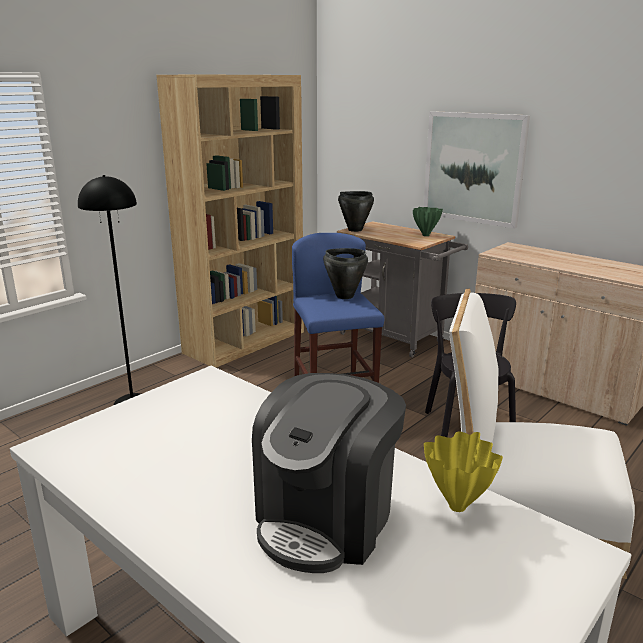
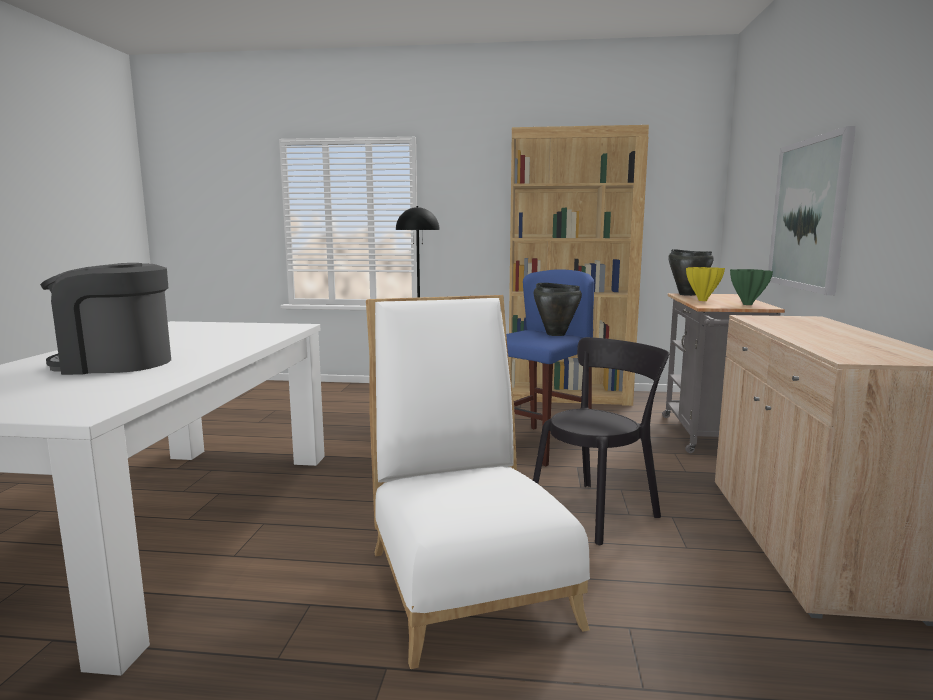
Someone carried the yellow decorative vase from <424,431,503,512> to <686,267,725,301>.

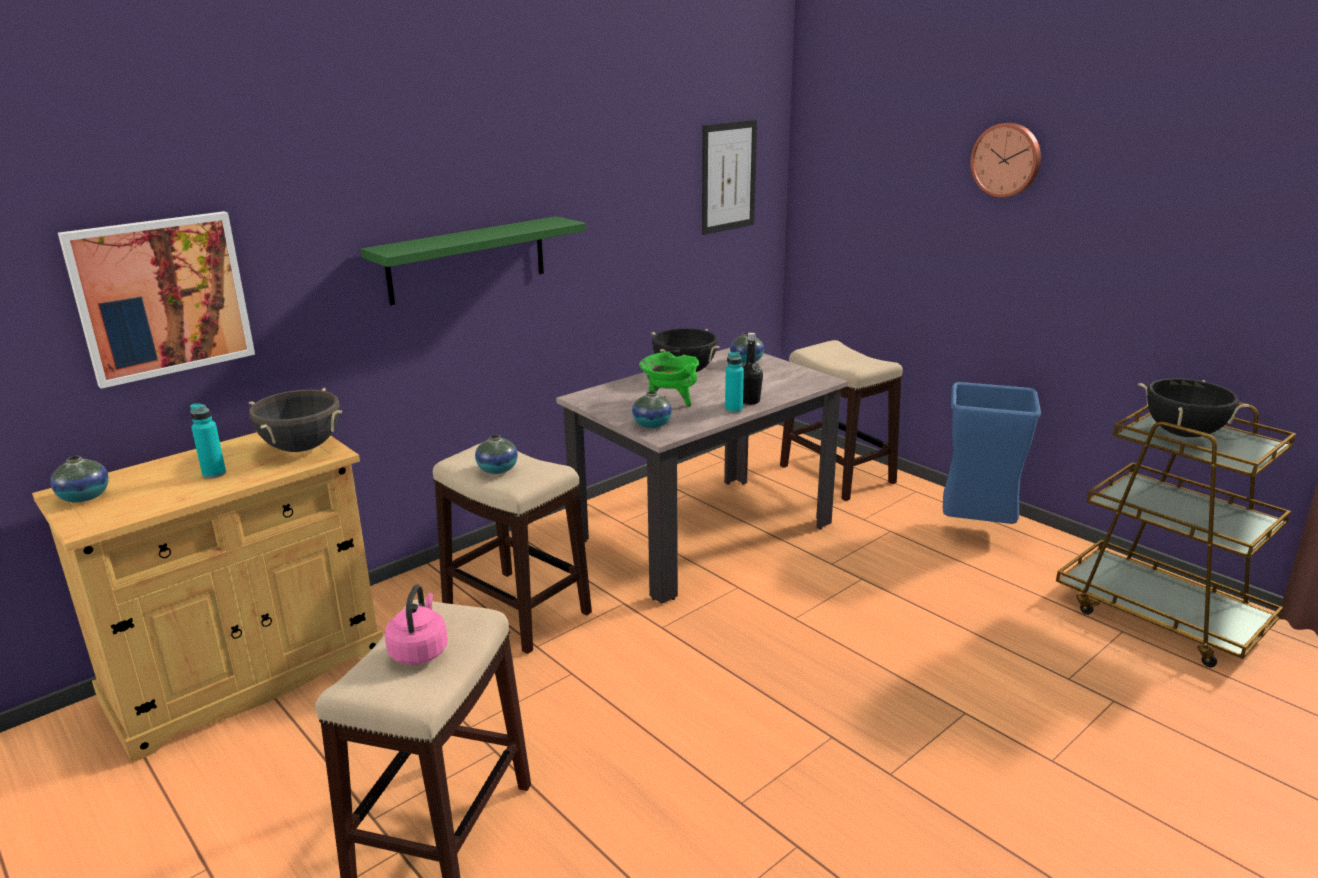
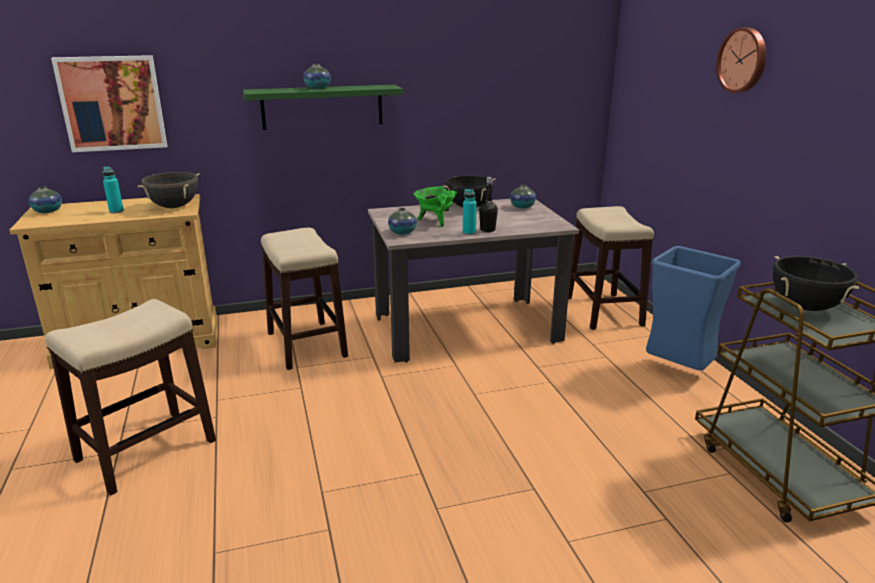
Someone took away the pink kettle at <385,584,448,665>.
Someone took away the wall picture at <702,120,757,235>.
Someone carried the decorative vase from <475,435,518,474> to <303,64,331,89>.

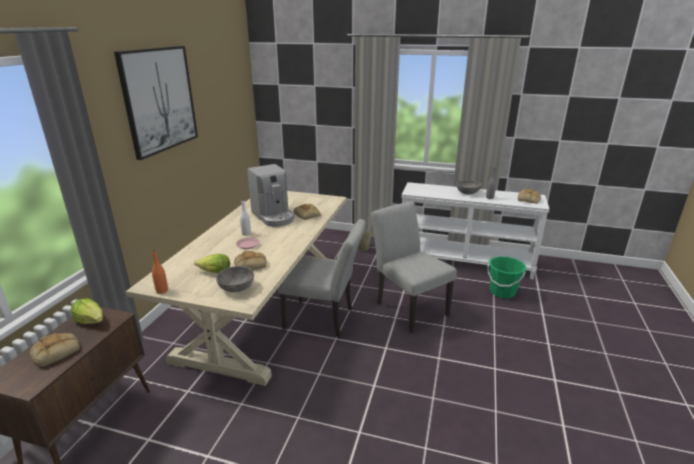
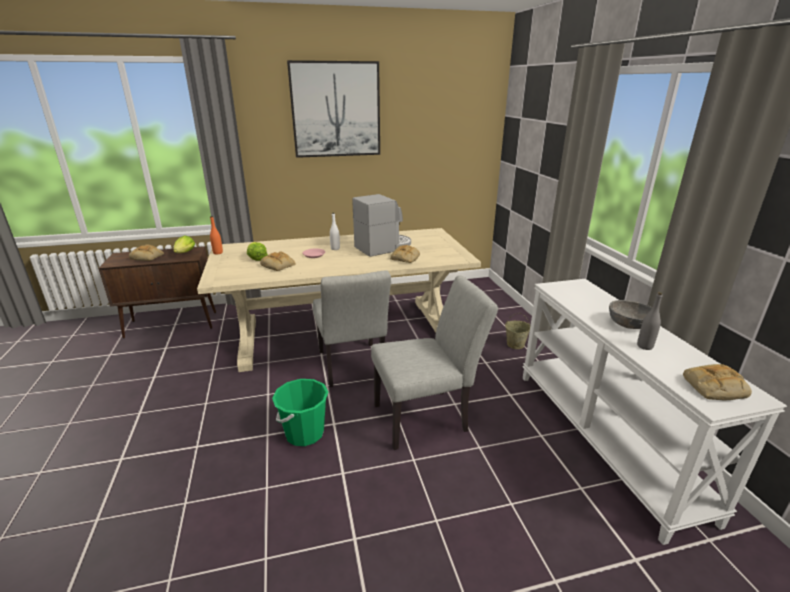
Someone took away the greyish bowl at <216,266,254,292>.
Someone carried the green-coloured pail from <487,256,526,298> to <272,379,328,446>.
Someone rotated the coffee brewer at <247,164,295,227> by 150 degrees counterclockwise.
Someone rotated the greyish chair at <371,201,457,333> by 45 degrees clockwise.

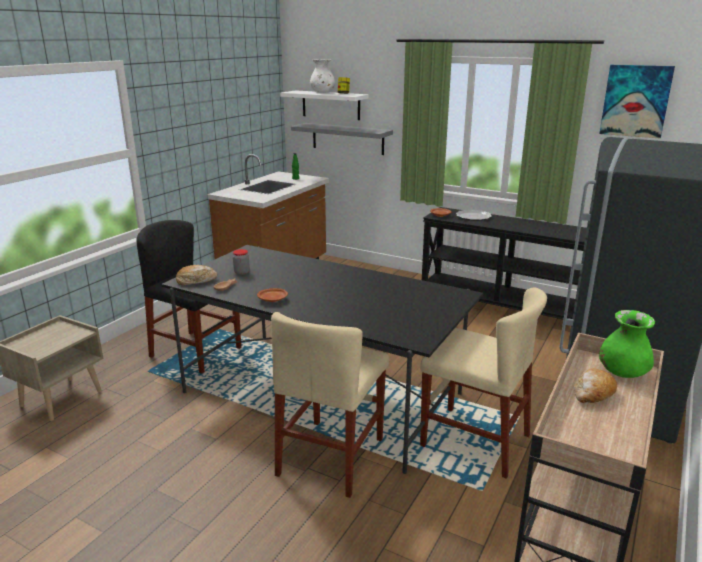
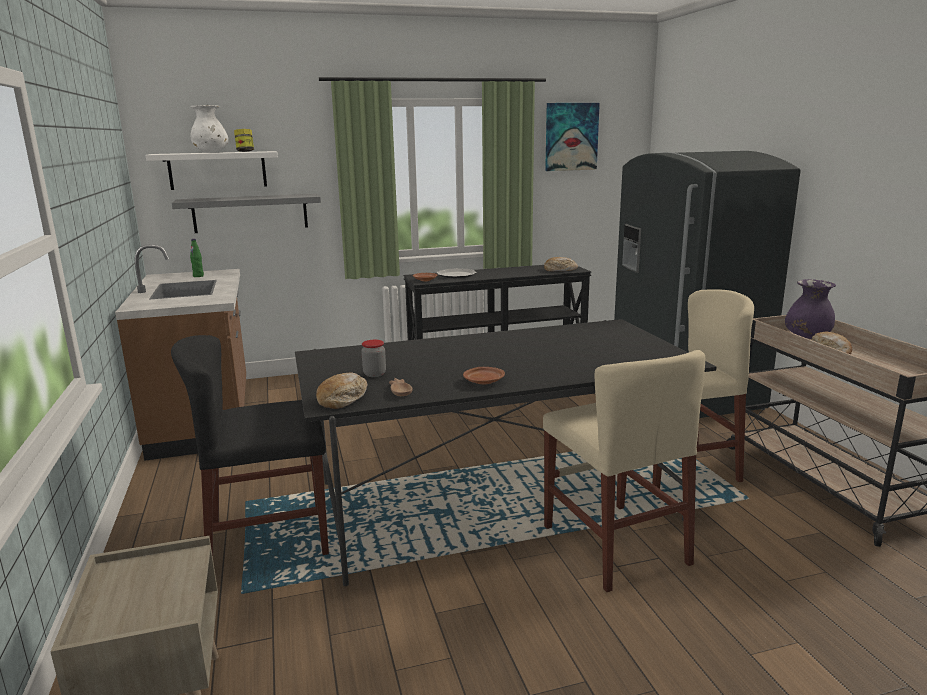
Someone put down the bakery bread at <544,257,578,271>.
Someone repainted the green-coloured decorative vase at <599,310,655,378>, which became the purple decorative vase at <785,279,836,339>.

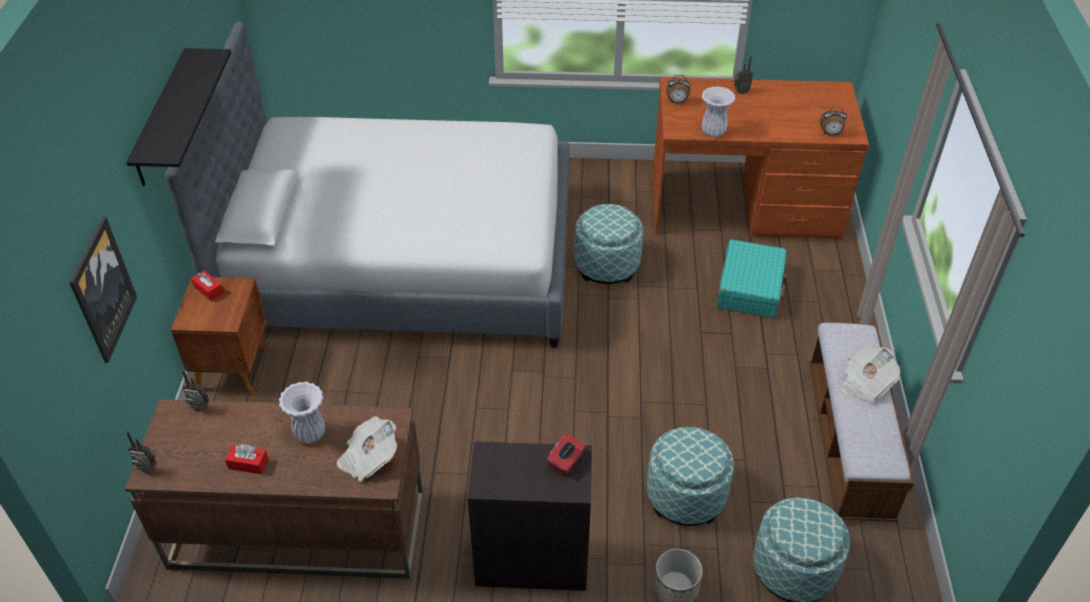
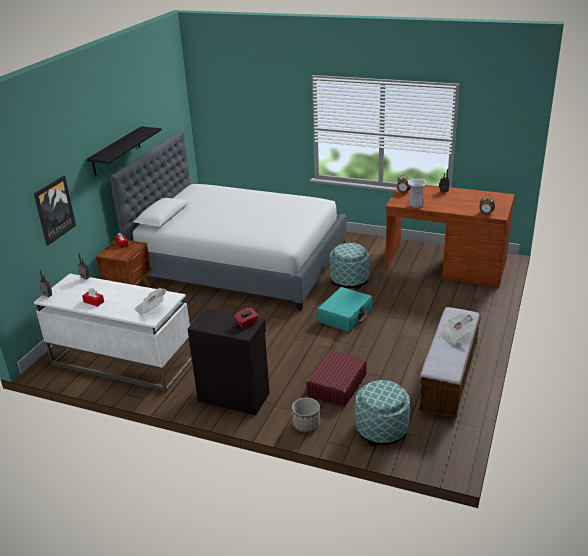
Someone took away the white decorative vase at <279,382,325,444>.
Someone carried the turquoise-coloured travel case from <717,239,787,318> to <317,287,372,332>.
Someone swapped the footrest at <647,427,734,526> for the red-coloured travel case at <306,350,367,406>.
Someone repainted the brown desk table at <125,399,423,579>, which became the white desk table at <34,274,192,392>.

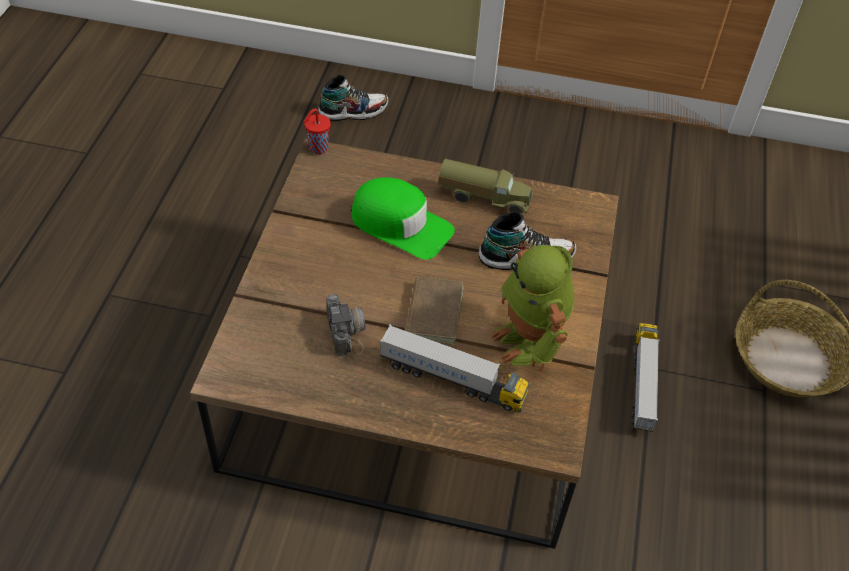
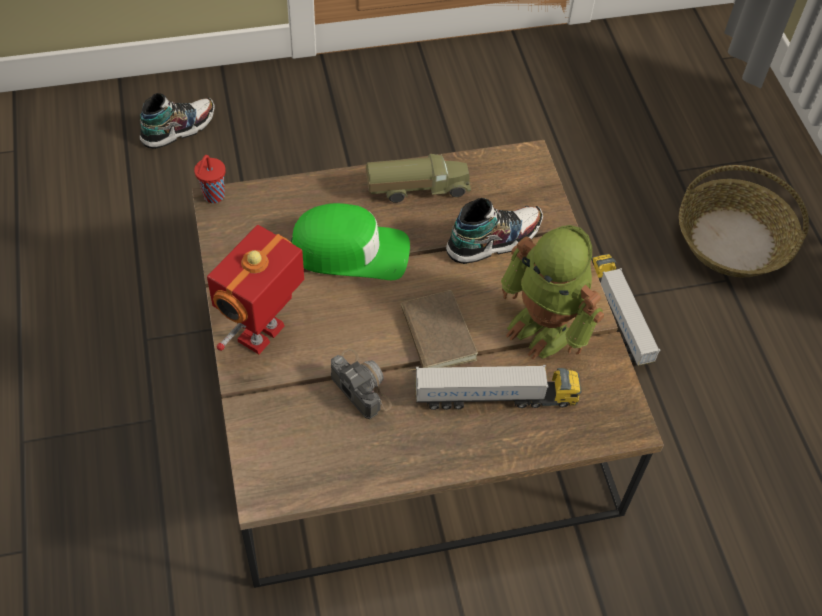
Someone put down the model robot at <207,225,304,354>.

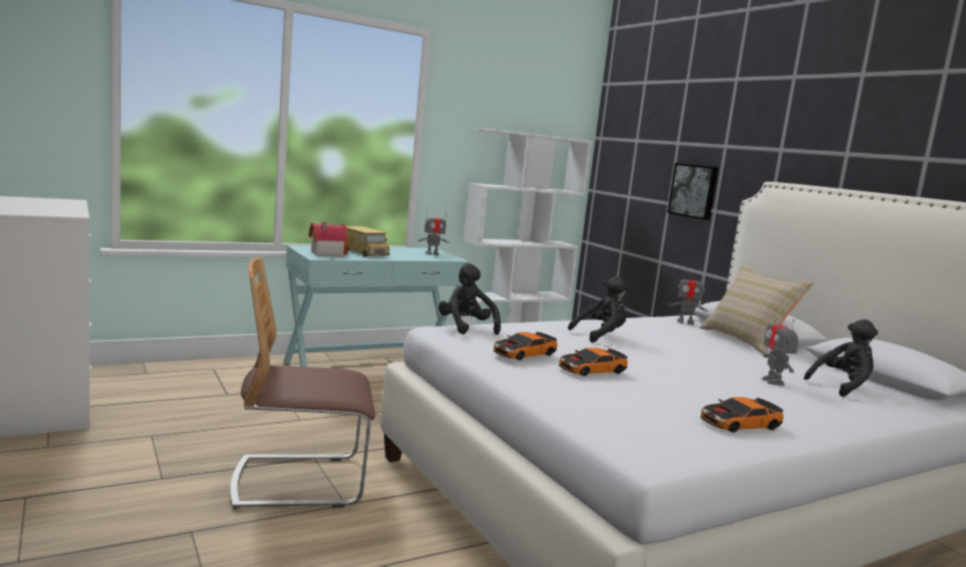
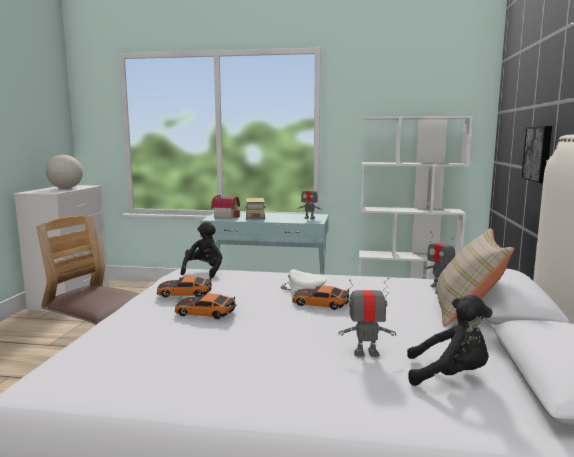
Someone put down the globe at <46,155,83,189>.
Someone carried the toy car from <700,397,784,433> to <292,286,350,310>.
Someone swapped the black-coloured cuddly toy at <568,276,630,343> for the white baseball cap at <280,269,327,291>.
Someone rotated the model robot at <762,309,798,386> by 60 degrees clockwise.

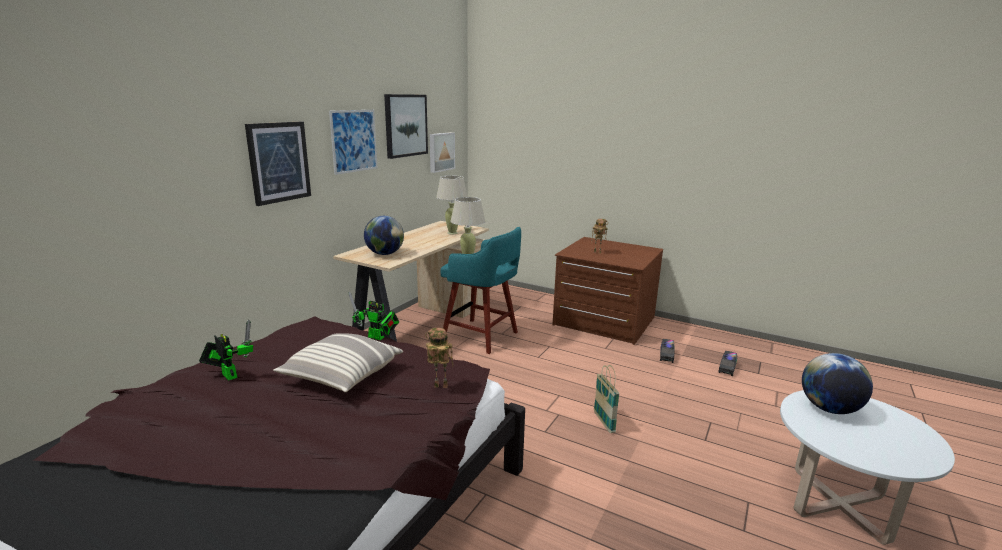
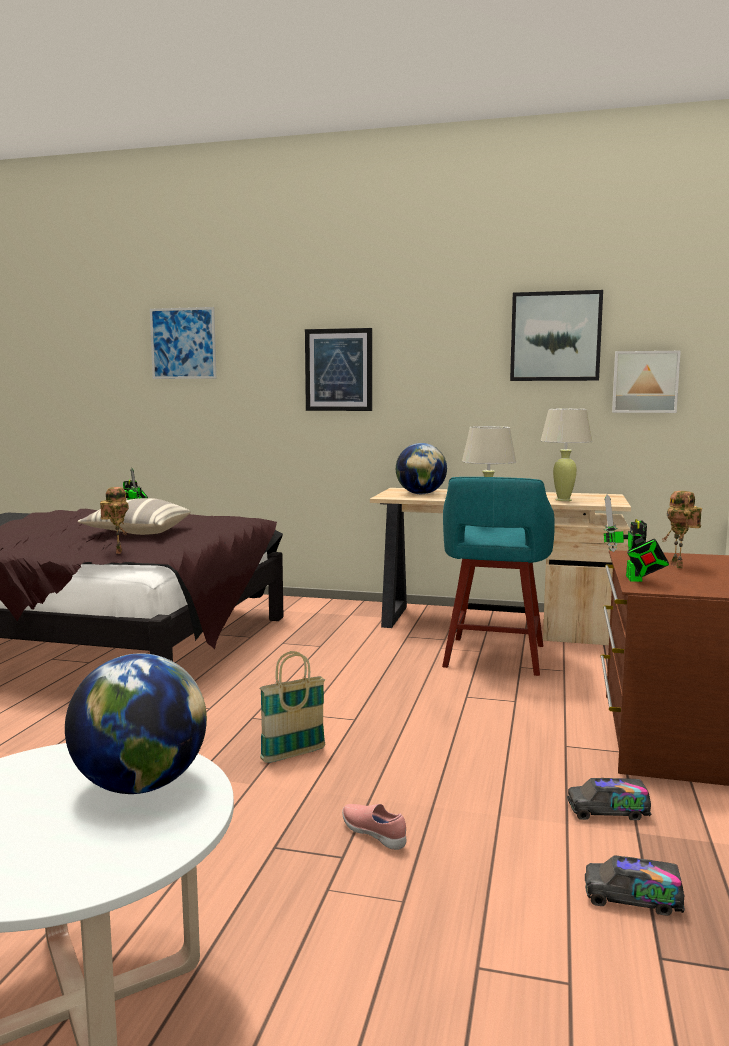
Someone put down the pink item of footwear at <342,804,406,850>.
Someone carried the wall picture from <329,110,377,175> to <150,307,216,379>.
Someone carried the model robot from <349,292,399,340> to <604,494,669,582>.

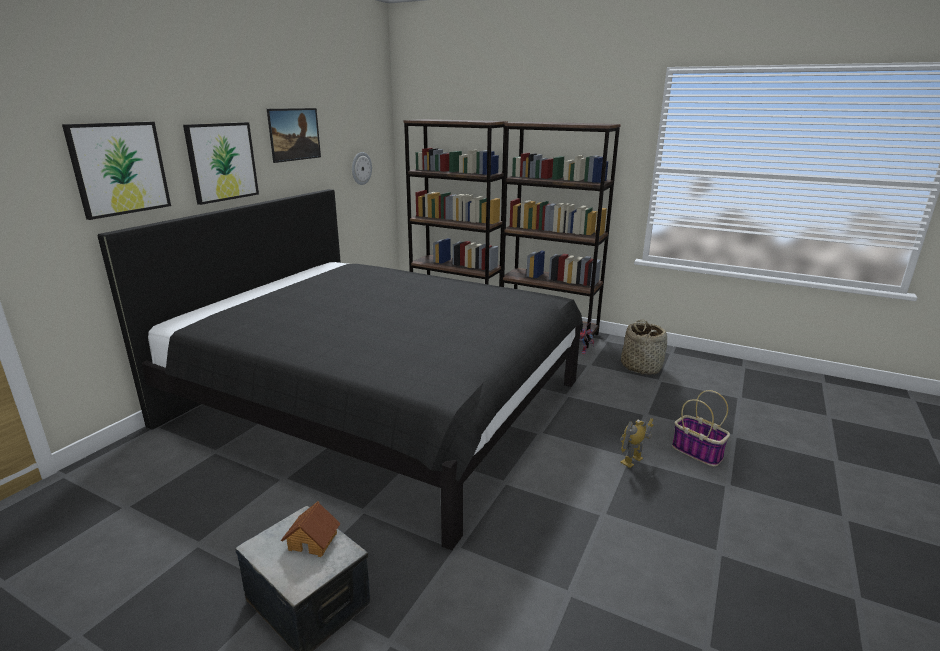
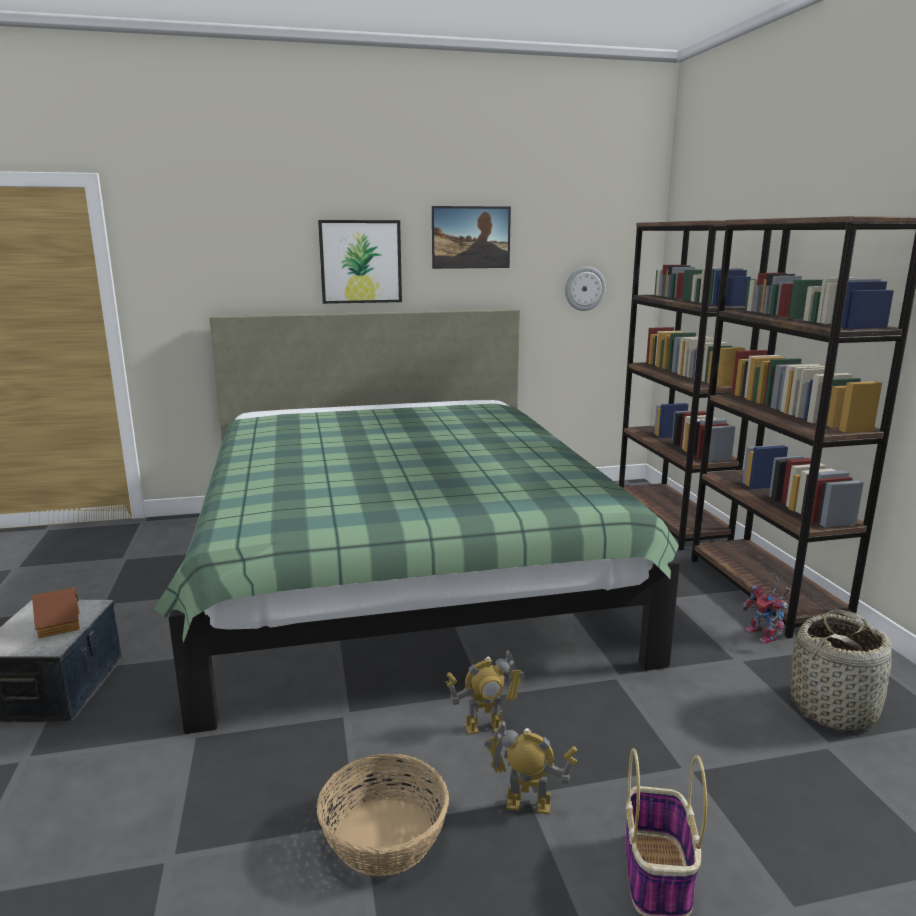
Someone took away the wall picture at <62,122,171,220>.
Someone put down the basket at <317,754,449,876>.
Someone put down the model robot at <446,650,525,734>.
Someone repainted the black-coloured sleeping bed at <97,189,583,550>, which became the green-coloured sleeping bed at <153,309,680,734>.

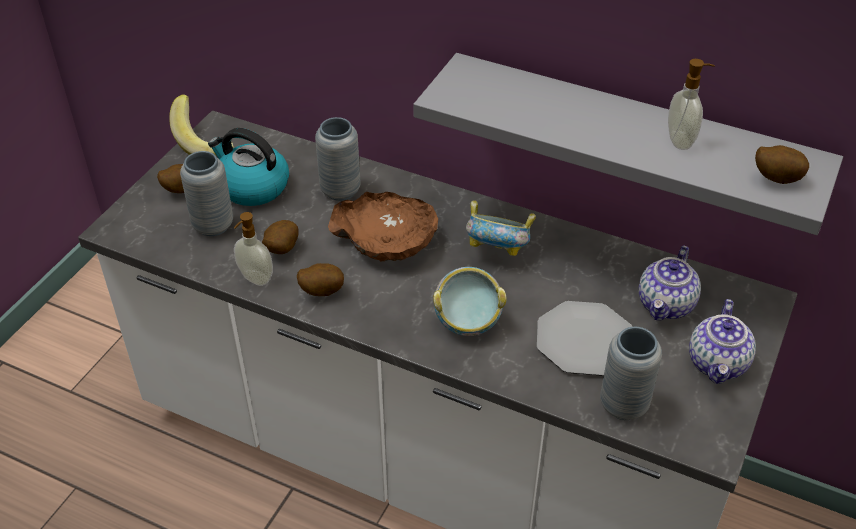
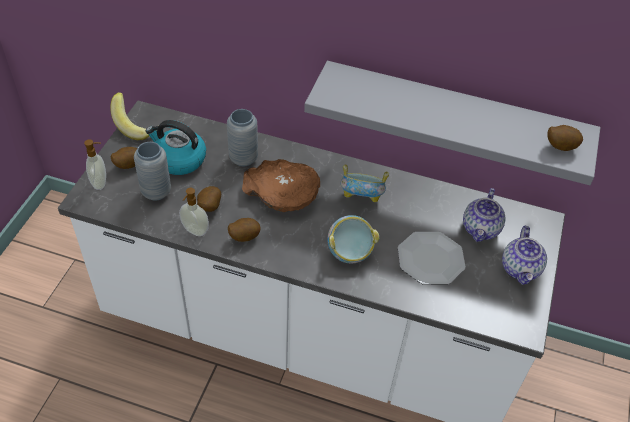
Someone took away the greyish decorative vase at <600,327,662,420>.
Someone carried the liquid soap bottle from <668,59,714,150> to <84,139,106,190>.

